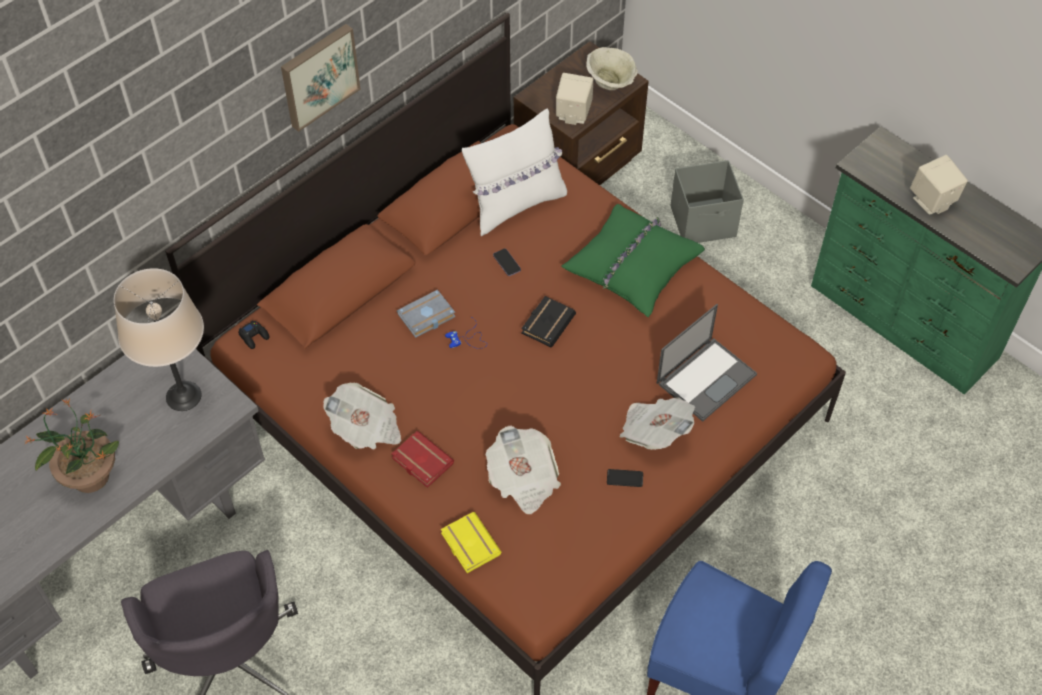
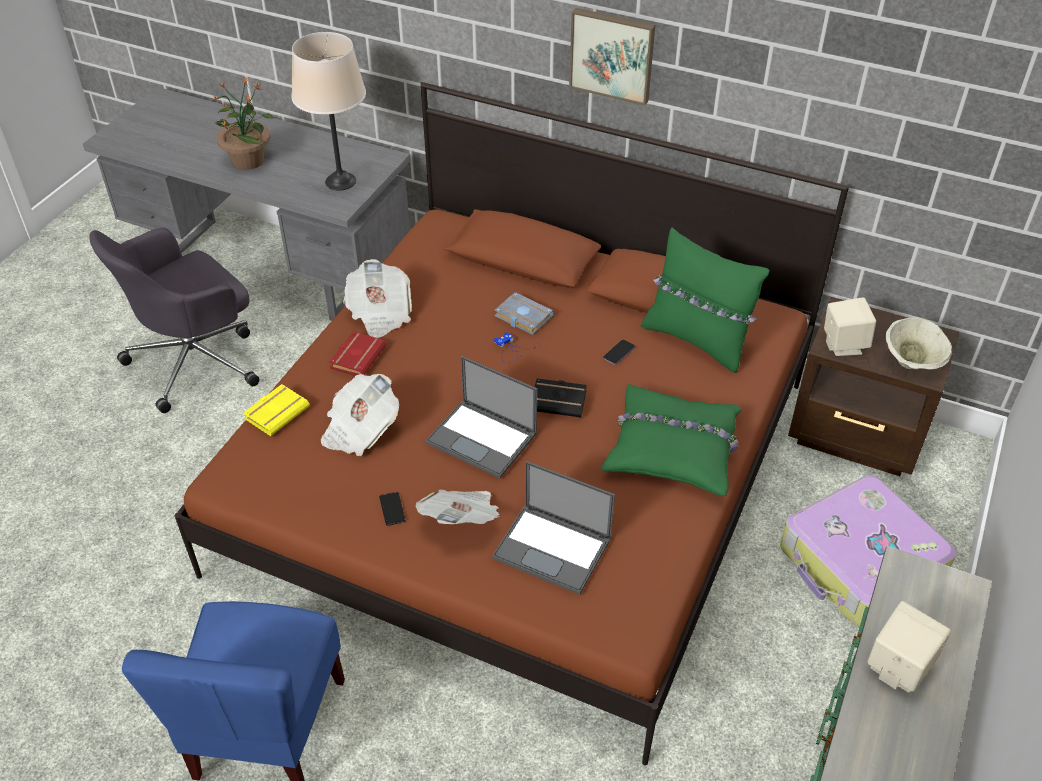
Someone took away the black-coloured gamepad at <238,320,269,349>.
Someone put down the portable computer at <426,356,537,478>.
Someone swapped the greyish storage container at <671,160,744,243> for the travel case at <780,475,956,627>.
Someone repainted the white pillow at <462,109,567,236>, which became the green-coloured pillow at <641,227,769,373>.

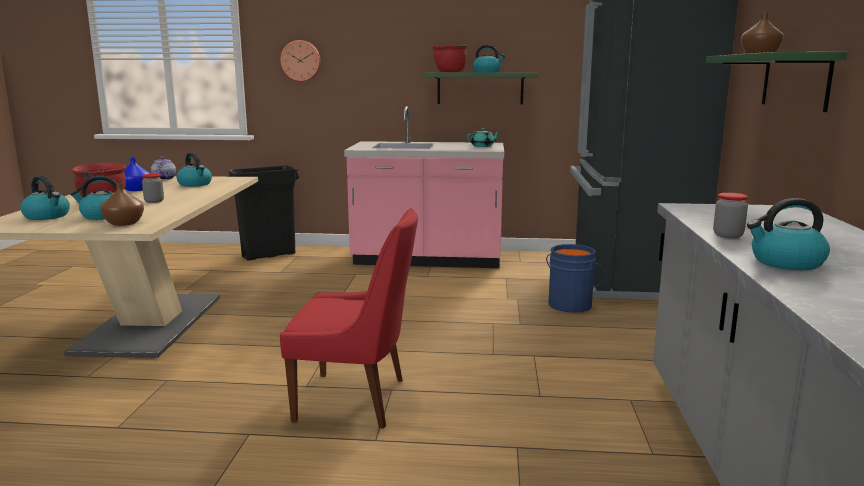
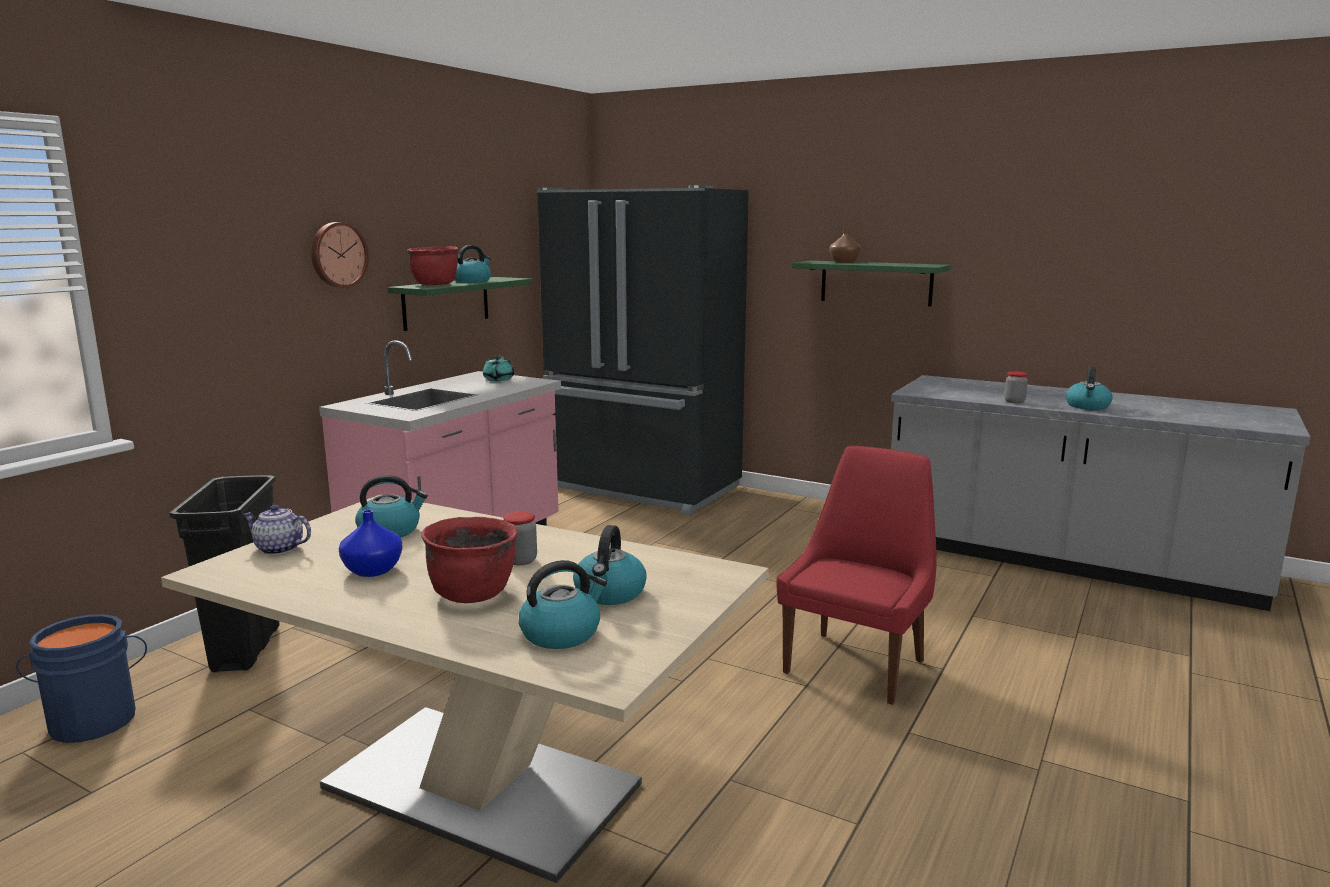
Someone took away the brown decorative vase at <100,183,144,226>.
Someone carried the wall clock from <280,40,321,81> to <311,222,369,288>.
Someone carried the blue pail from <546,244,606,313> to <16,614,147,743>.

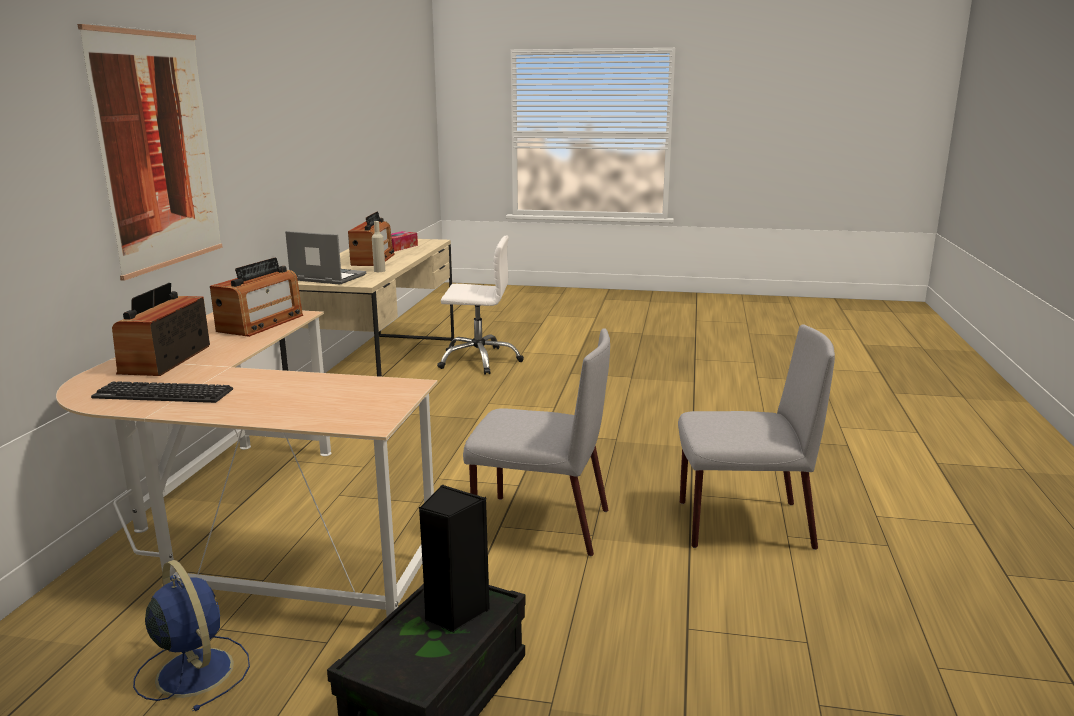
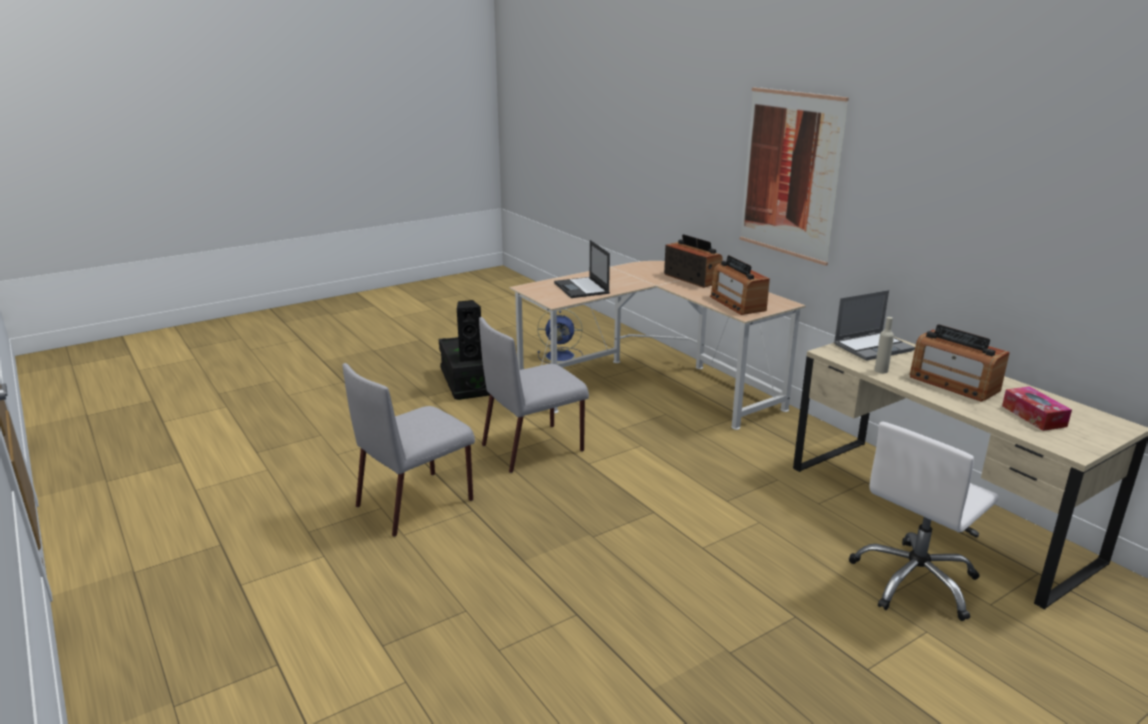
Someone took away the computer keyboard at <91,381,233,403>.
Someone put down the portable computer at <554,240,610,298>.

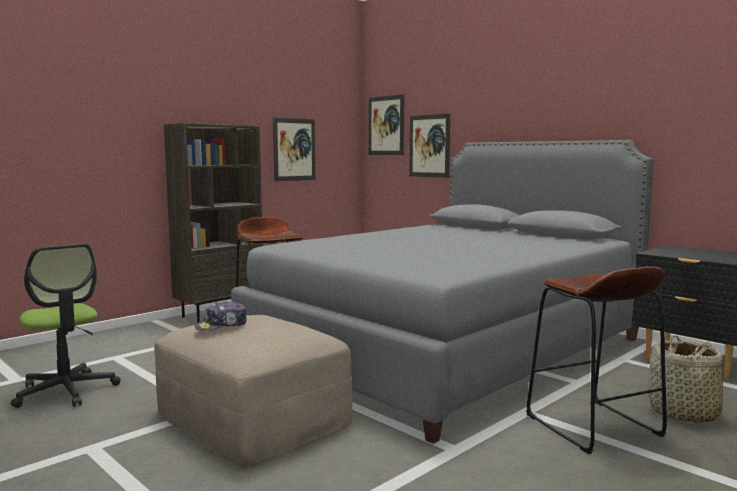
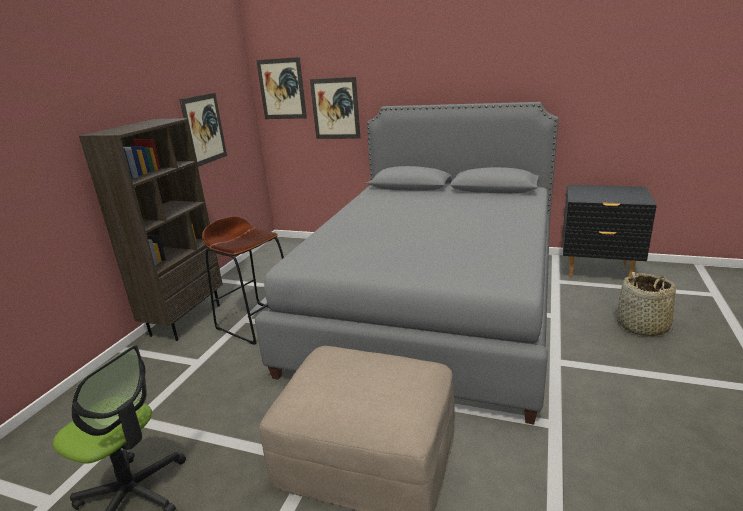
Someone took away the baseball cap at <194,302,247,331>.
Someone took away the brown stool at <526,266,667,454>.

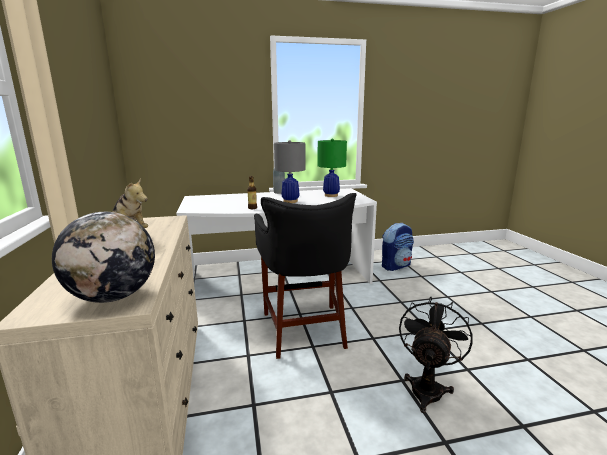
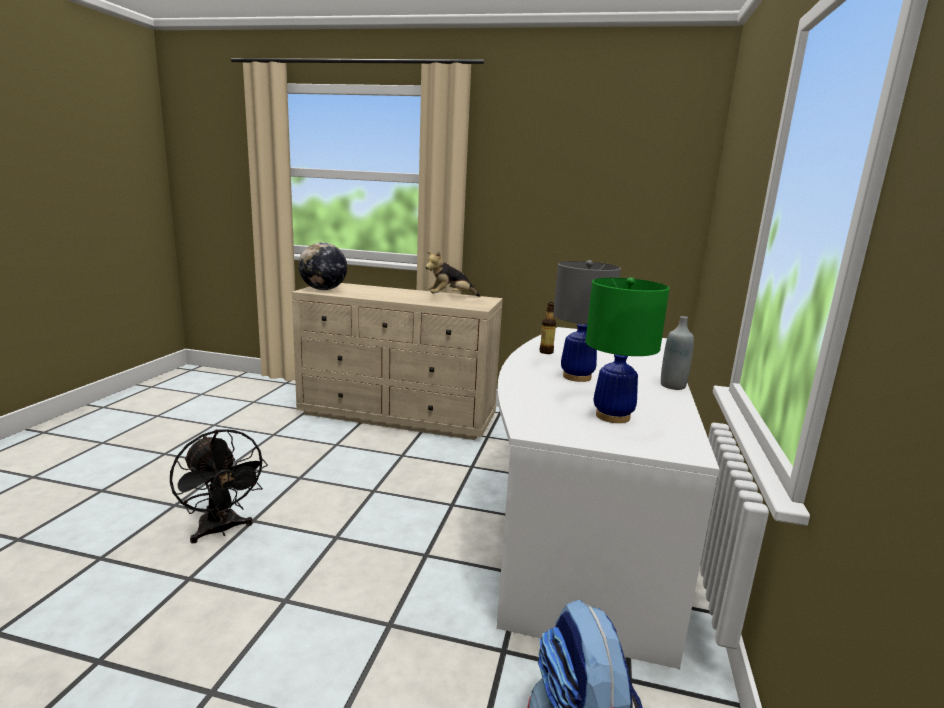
Someone took away the black-coloured stool at <254,193,357,359>.

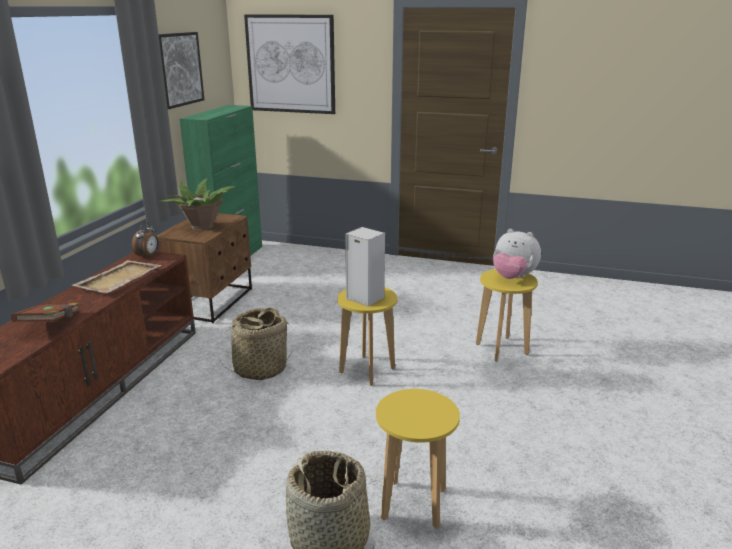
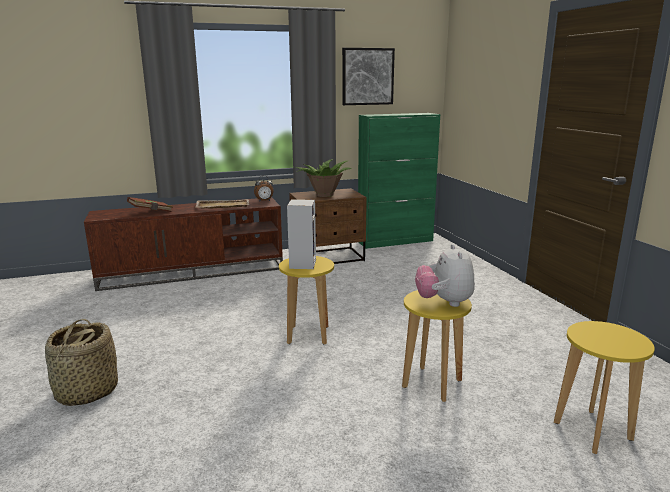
Someone took away the basket at <221,308,292,380>.
Someone took away the wall picture at <244,14,335,114>.
Someone carried the yellow stool from <376,389,460,529> to <554,321,655,454>.

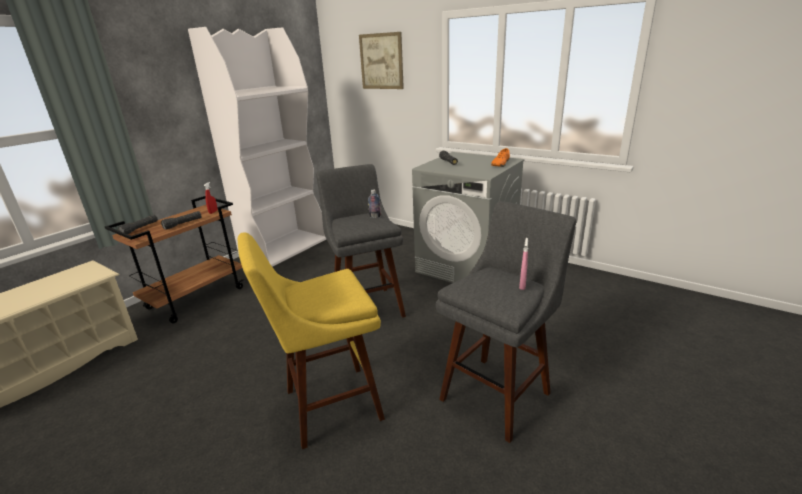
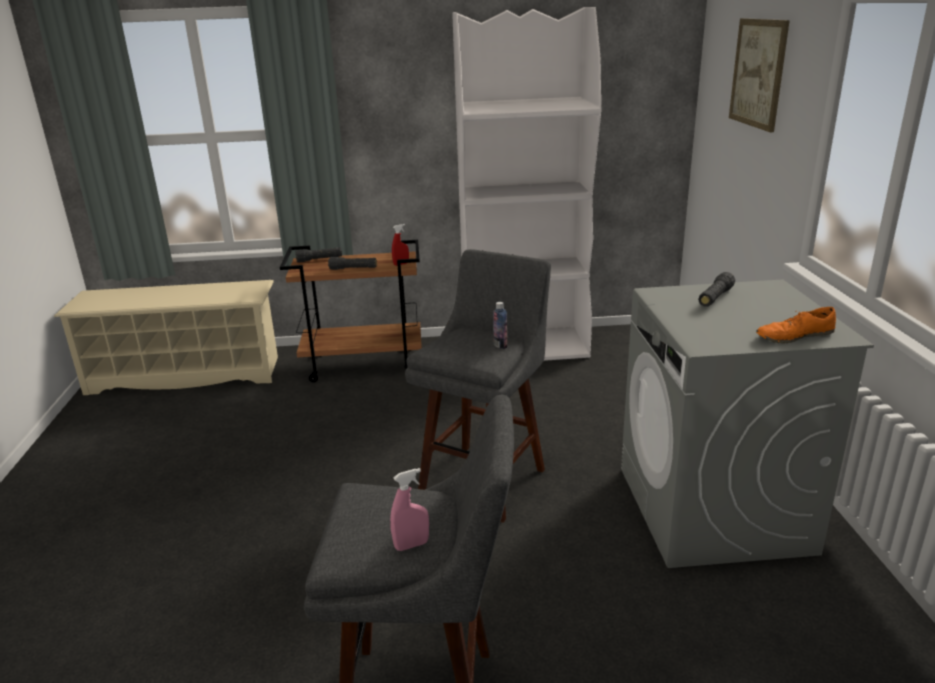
Someone took away the yellow stool at <238,232,385,449>.

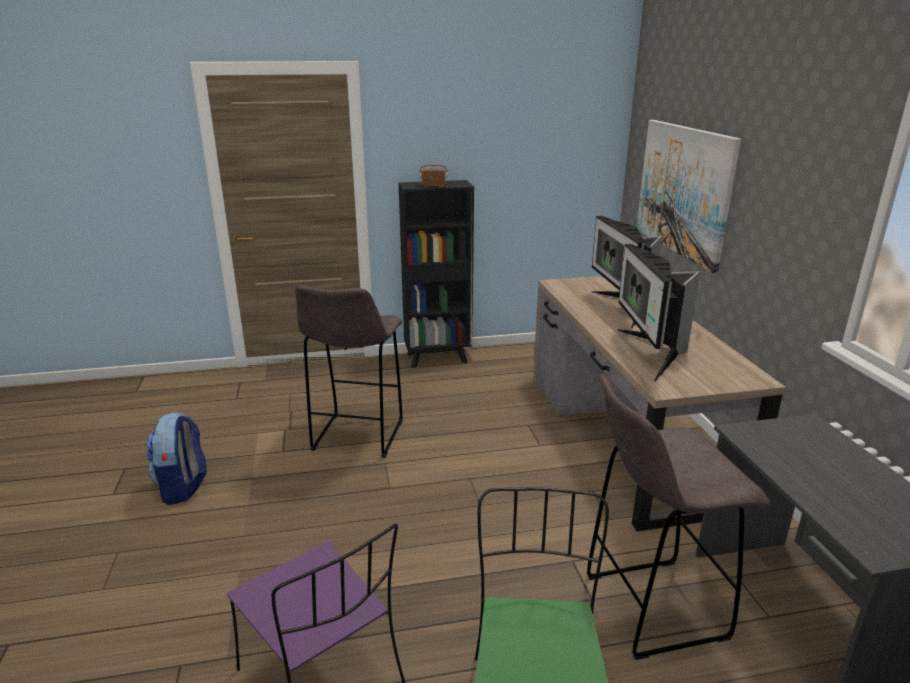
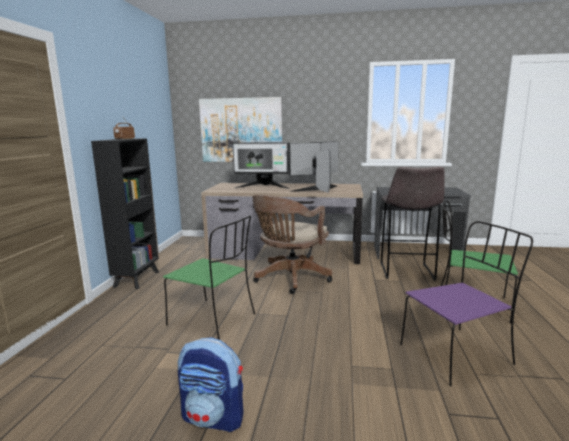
Someone put down the brown office chair at <252,195,332,294>.
Someone swapped the greyish stool at <295,285,403,458> for the green-coloured chair at <163,215,255,340>.
Someone rotated the computer display at <618,244,700,382> by 135 degrees clockwise.

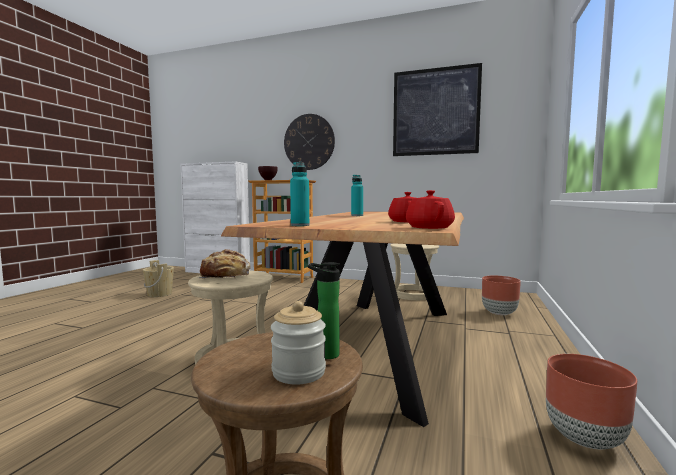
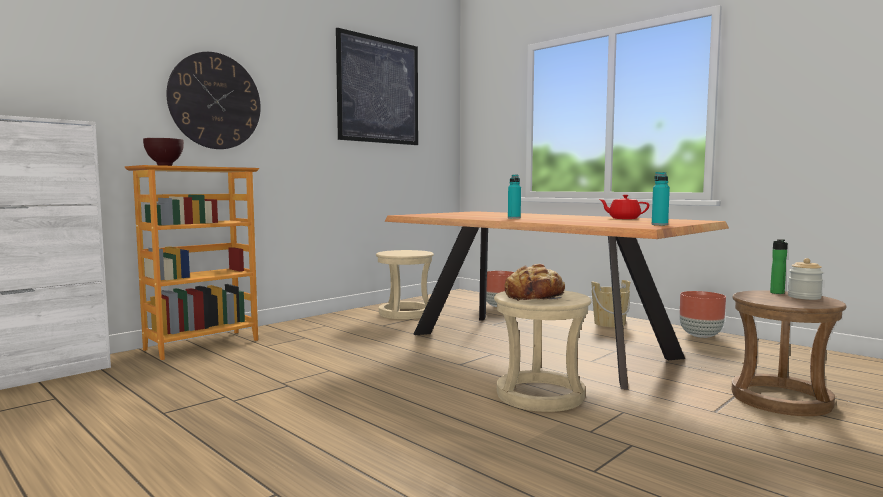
Someone took away the red-coloured teapot at <406,190,455,229>.
Someone carried the sand-coloured pail from <143,260,174,297> to <591,280,630,327>.

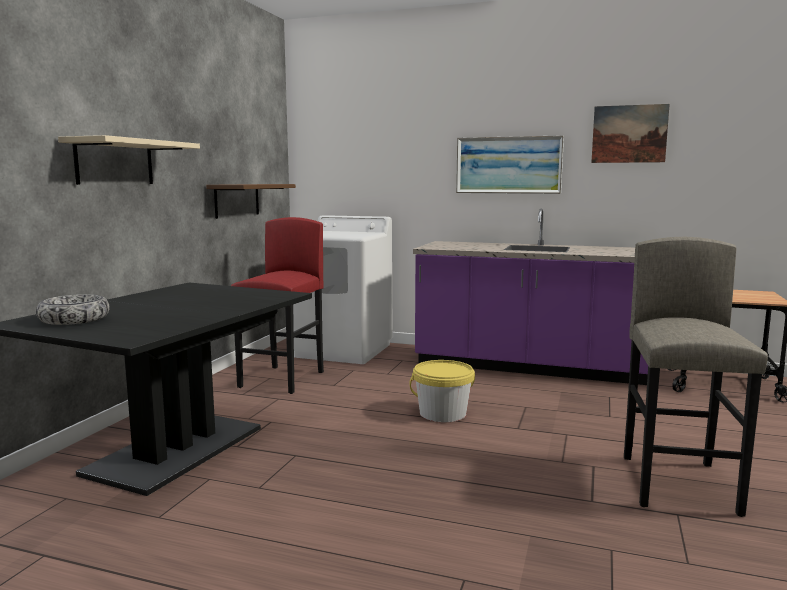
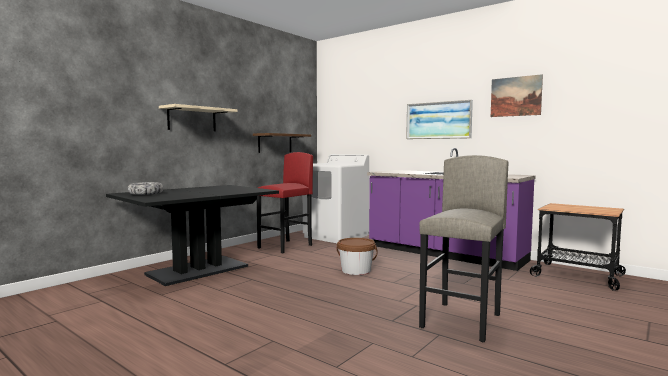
Someone repainted the yellow pail at <409,360,475,422>, which became the brown pail at <337,238,378,275>.

